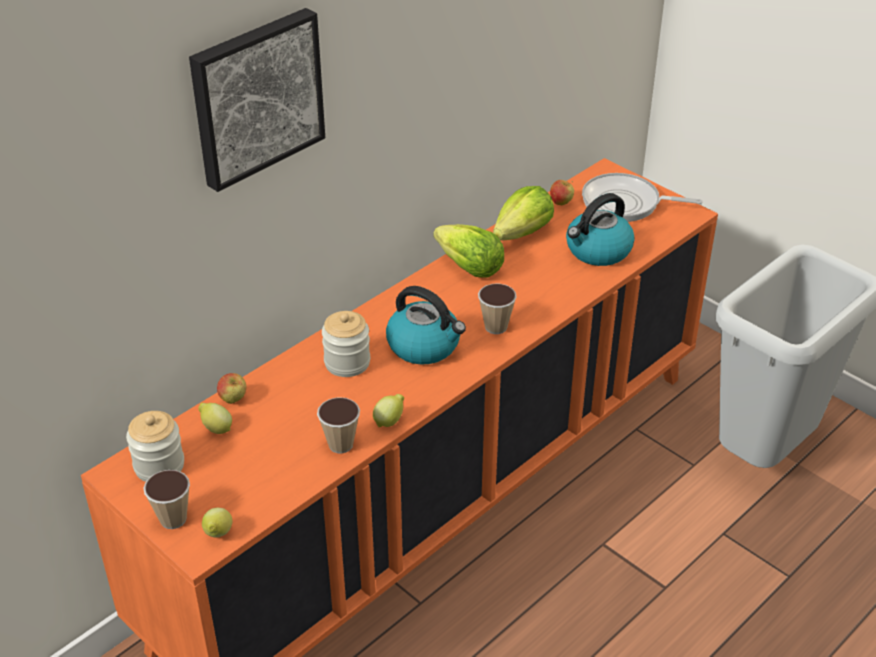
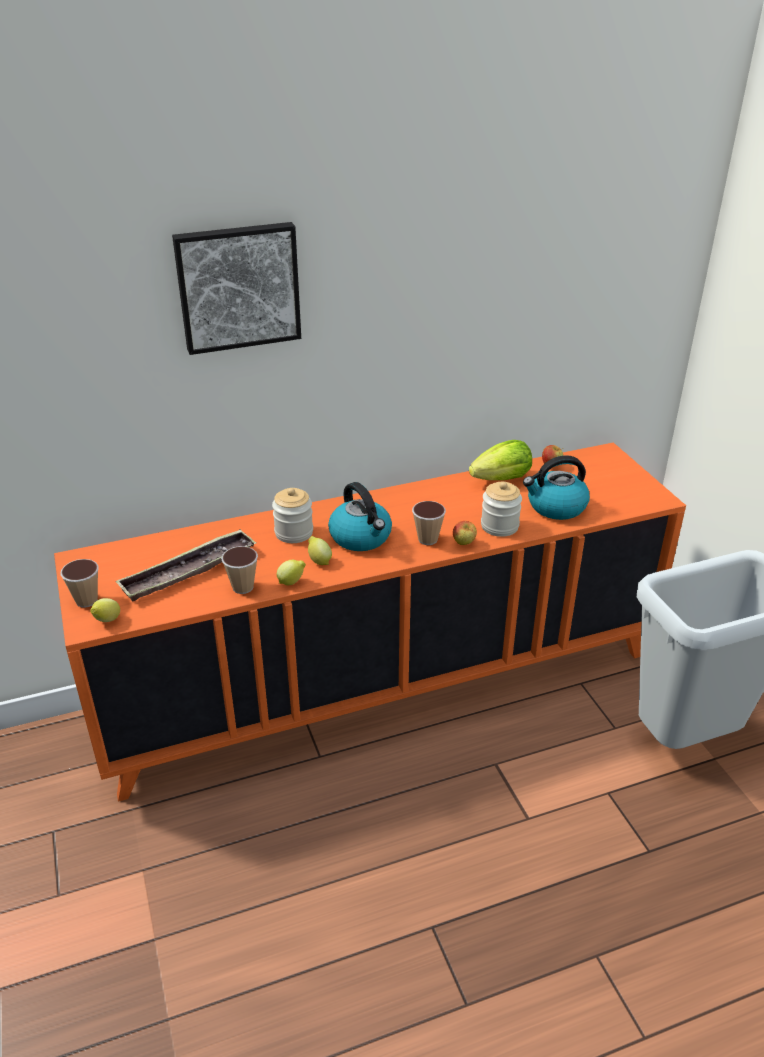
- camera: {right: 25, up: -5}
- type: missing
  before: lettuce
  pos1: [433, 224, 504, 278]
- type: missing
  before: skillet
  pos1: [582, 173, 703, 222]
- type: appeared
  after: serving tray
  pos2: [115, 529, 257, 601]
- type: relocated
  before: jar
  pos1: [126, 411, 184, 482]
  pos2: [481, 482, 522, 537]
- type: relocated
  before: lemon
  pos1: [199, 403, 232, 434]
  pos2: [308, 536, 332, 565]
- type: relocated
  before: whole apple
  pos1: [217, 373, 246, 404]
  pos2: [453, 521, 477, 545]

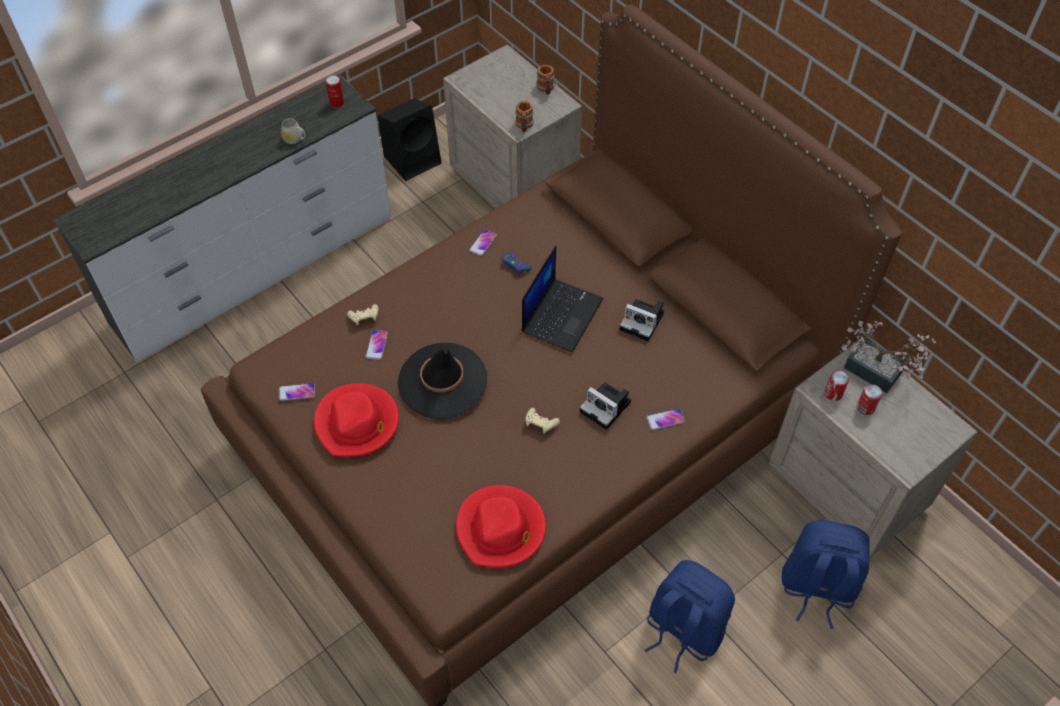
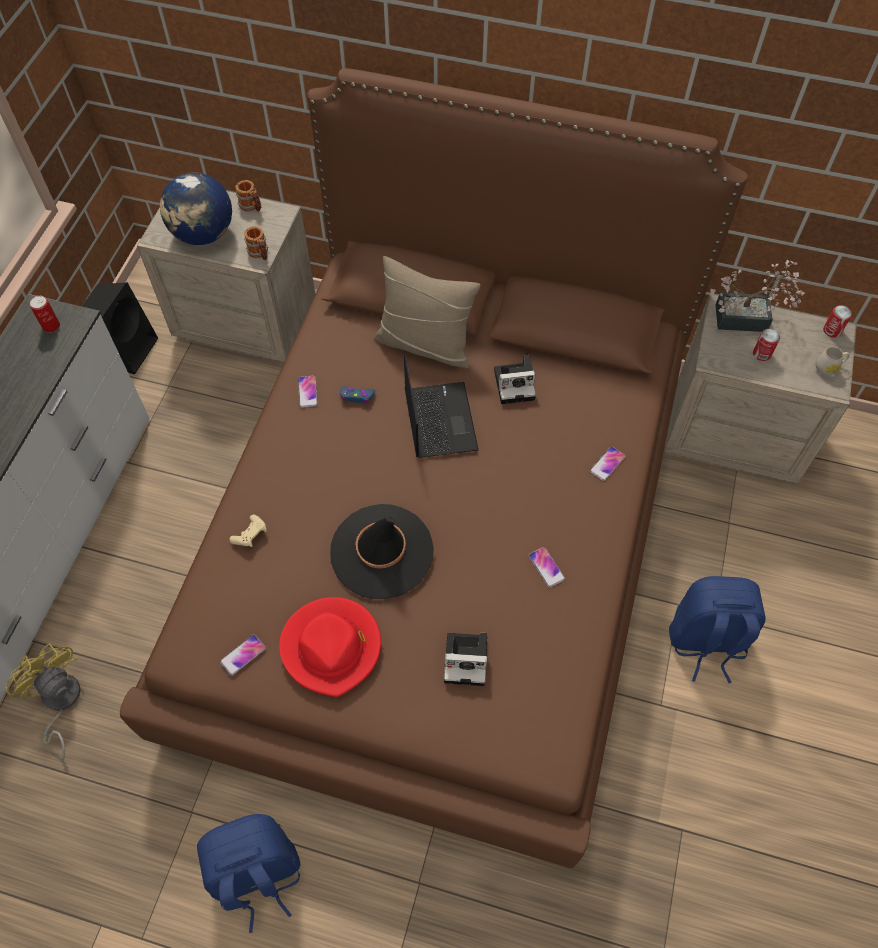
- camera: {right: -35, up: 5}
- type: missing
  before: red clothing hat
  pos1: [456, 485, 546, 568]
- type: missing
  before: beige-coloured gamepad
  pos1: [525, 408, 560, 434]
- type: appeared
  after: yellow-coloured fan
  pos2: [6, 643, 80, 761]
- type: appeared
  after: world globe
  pos2: [160, 173, 232, 245]
- type: appeared
  after: beige-coloured pillow
  pos2: [374, 256, 481, 369]
- type: relocated
  before: whitish coffee mug
  pos1: [281, 118, 306, 144]
  pos2: [815, 347, 849, 376]
- type: relocated
  before: phone
  pos1: [365, 330, 388, 360]
  pos2: [529, 547, 565, 588]
- type: relocated
  before: photo camera
  pos1: [580, 382, 631, 430]
  pos2: [444, 633, 487, 686]
- type: relocated
  before: bluish rucksack
  pos1: [782, 520, 870, 629]
  pos2: [197, 814, 301, 933]
- type: relocated
  before: sealed can
  pos1: [824, 370, 849, 401]
  pos2: [823, 305, 852, 338]

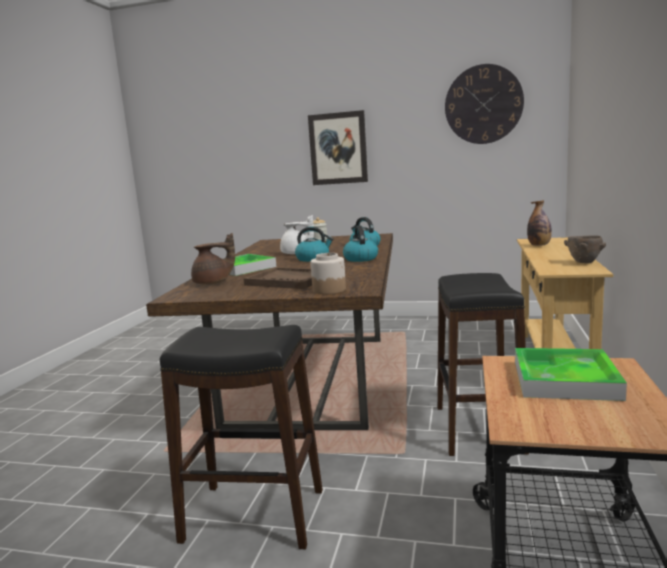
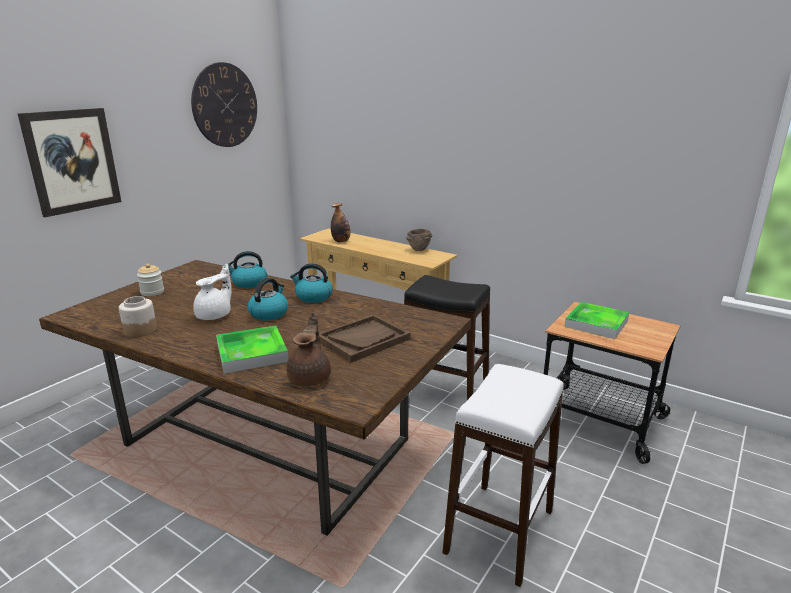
- camera: {right: -70, up: 10}
- type: relocated
  before: jar
  pos1: [310, 253, 346, 294]
  pos2: [119, 296, 157, 337]
- type: colour
  before: blackish stool
  after: whitish stool
  pos1: [160, 325, 323, 549]
  pos2: [442, 364, 564, 587]

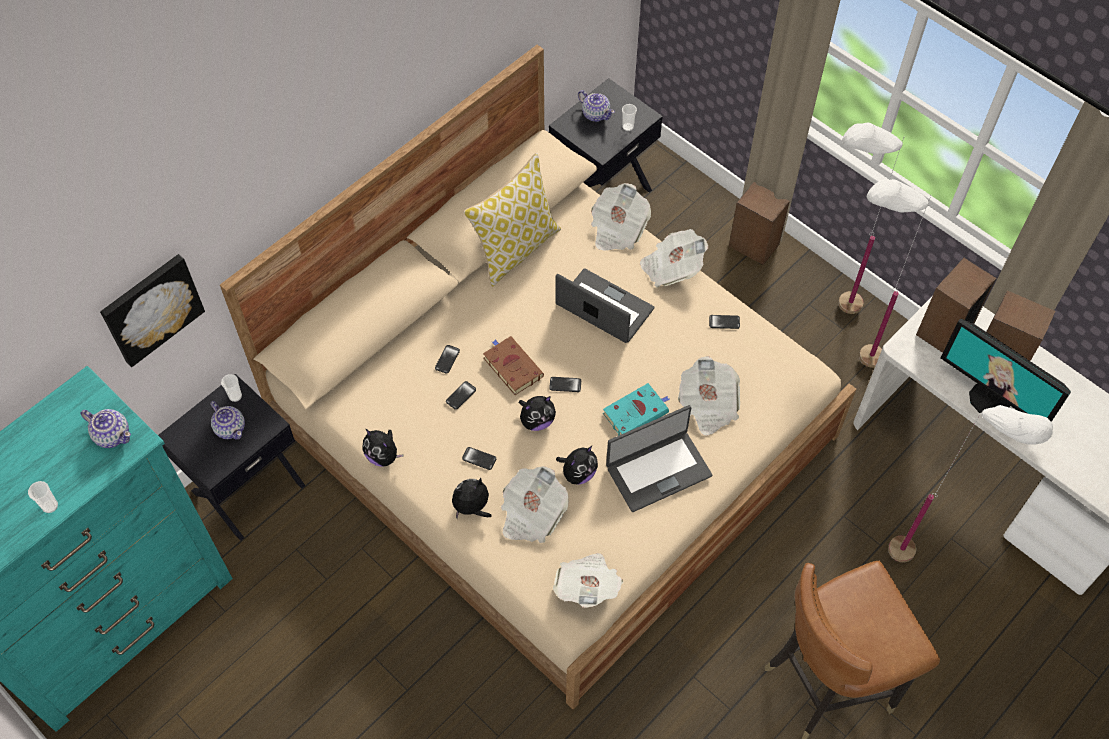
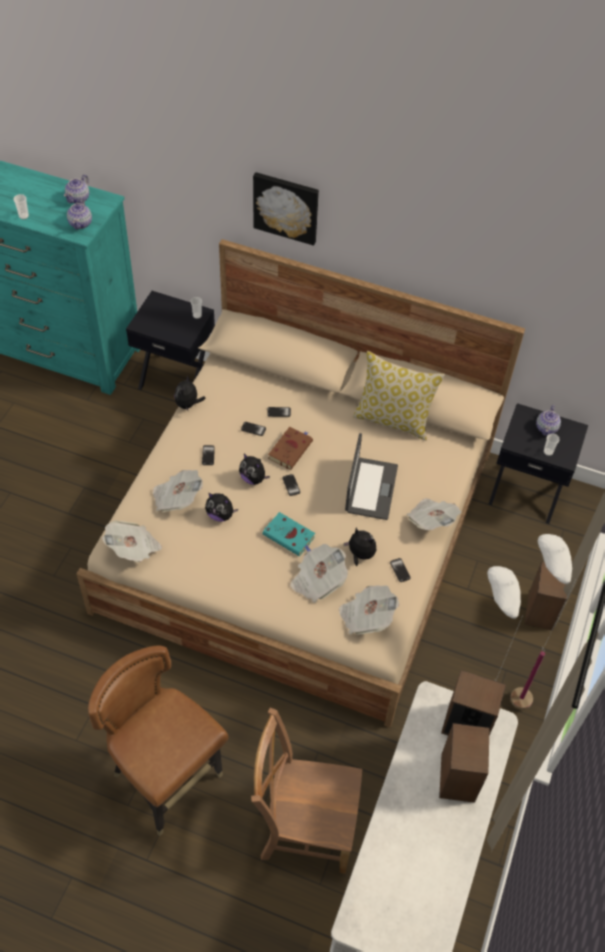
- camera: {right: 65, up: -5}
- type: missing
  before: laptop
  pos1: [606, 405, 712, 512]
- type: missing
  before: monitor
  pos1: [940, 319, 1071, 422]
- type: relocated
  before: wall picture
  pos1: [100, 254, 205, 367]
  pos2: [253, 172, 319, 245]
- type: relocated
  before: teapot
  pos1: [210, 401, 245, 440]
  pos2: [64, 175, 89, 204]
- type: relocated
  before: soft toy
  pos1: [452, 478, 492, 519]
  pos2: [344, 528, 376, 566]
- type: relocated
  before: daily paper
  pos1: [591, 183, 651, 251]
  pos2: [339, 585, 399, 635]
- type: exchanged
  before: whitish standing lamp
  after: brownish upright chair
  pos1: [888, 405, 1053, 562]
  pos2: [251, 707, 362, 874]

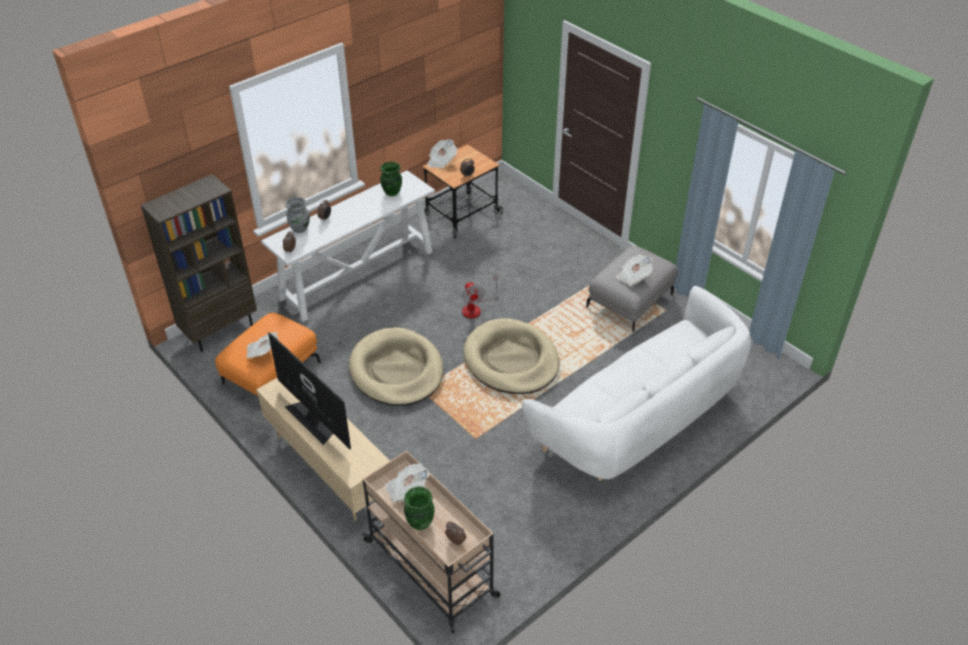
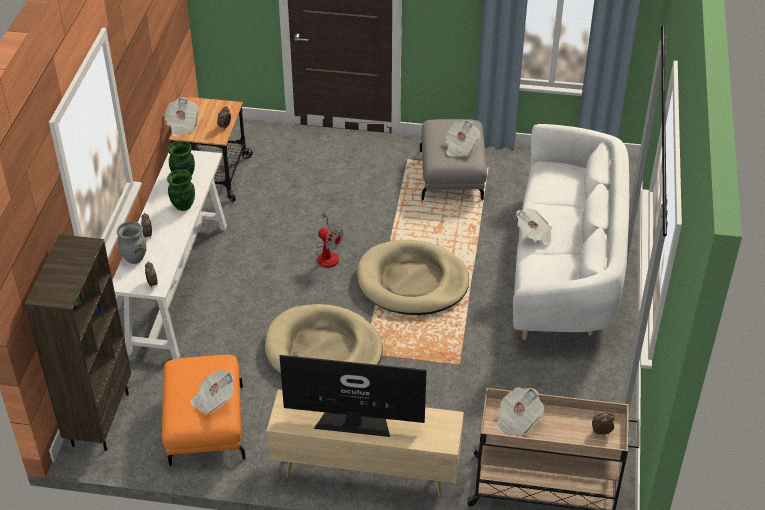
- camera: {right: -40, up: 0}
- type: appeared
  after: daily paper
  pos2: [516, 208, 552, 244]
- type: relocated
  before: greenish decorative vase
  pos1: [404, 486, 435, 530]
  pos2: [167, 169, 195, 211]

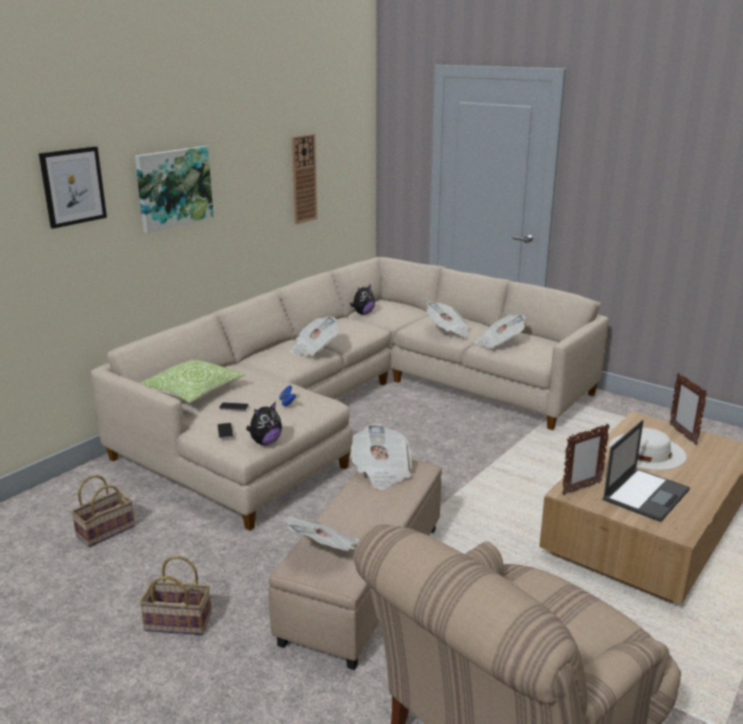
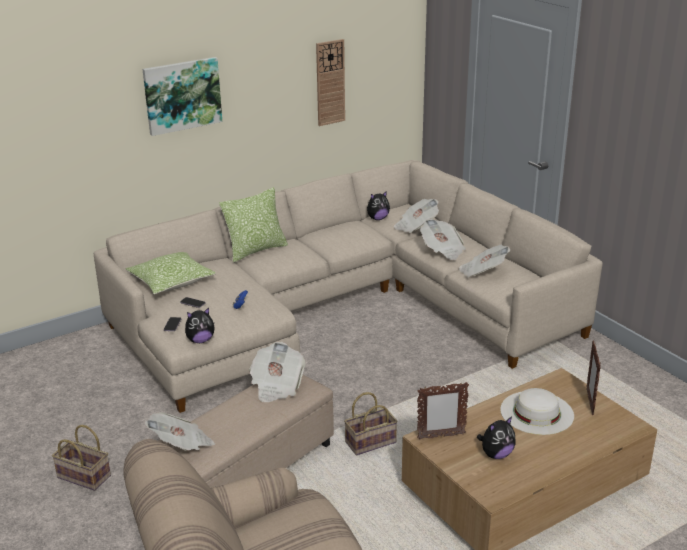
- camera: {right: 20, up: 5}
- type: missing
  before: wall picture
  pos1: [39, 146, 107, 229]
- type: appeared
  after: pillow
  pos2: [219, 187, 288, 262]
- type: relocated
  before: basket
  pos1: [71, 475, 135, 547]
  pos2: [344, 392, 398, 455]
- type: relocated
  before: daily paper
  pos1: [290, 316, 340, 356]
  pos2: [394, 199, 439, 233]
- type: exchanged
  before: laptop
  after: soft toy
  pos1: [603, 420, 690, 522]
  pos2: [477, 417, 516, 459]

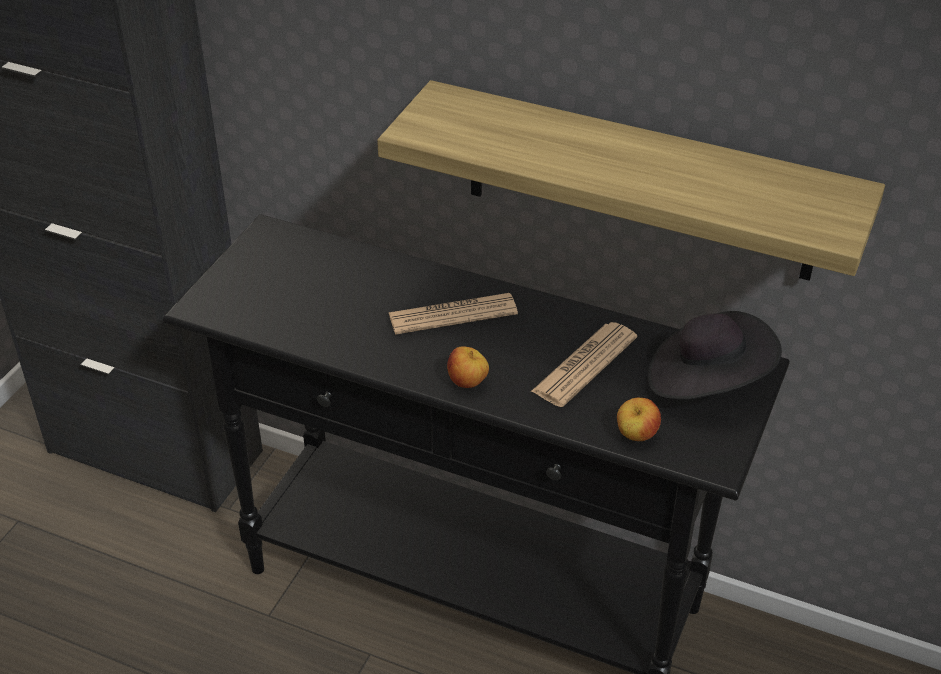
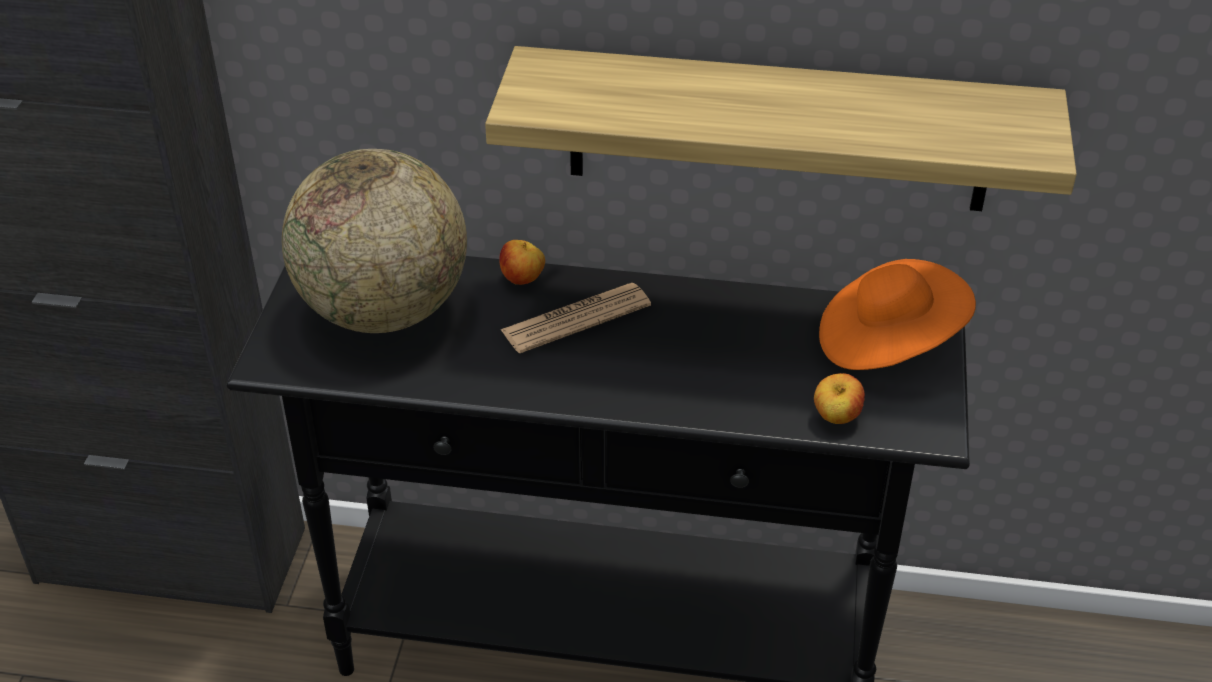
- camera: {right: -15, up: 0}
- type: missing
  before: daily paper
  pos1: [531, 322, 637, 407]
- type: appeared
  after: world globe
  pos2: [282, 149, 467, 333]
- type: relocated
  before: whole apple
  pos1: [447, 346, 489, 388]
  pos2: [499, 240, 545, 285]
- type: colour
  before: blackish clothing hat
  after: orangey clothing hat
  pos1: [648, 311, 782, 400]
  pos2: [819, 259, 976, 370]

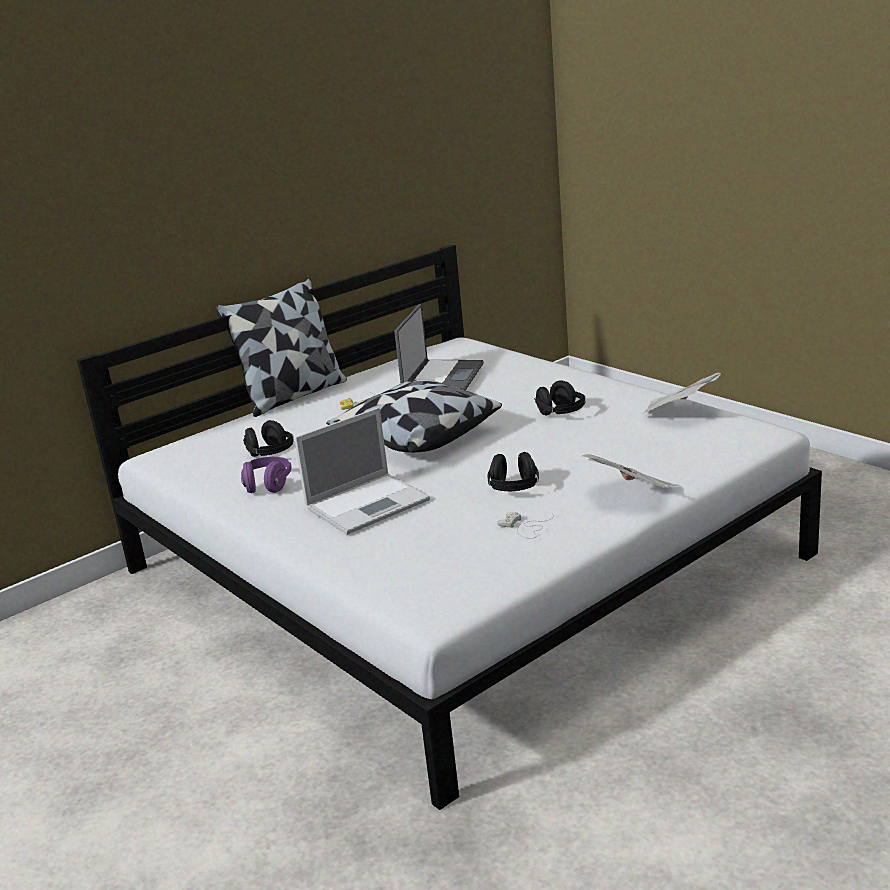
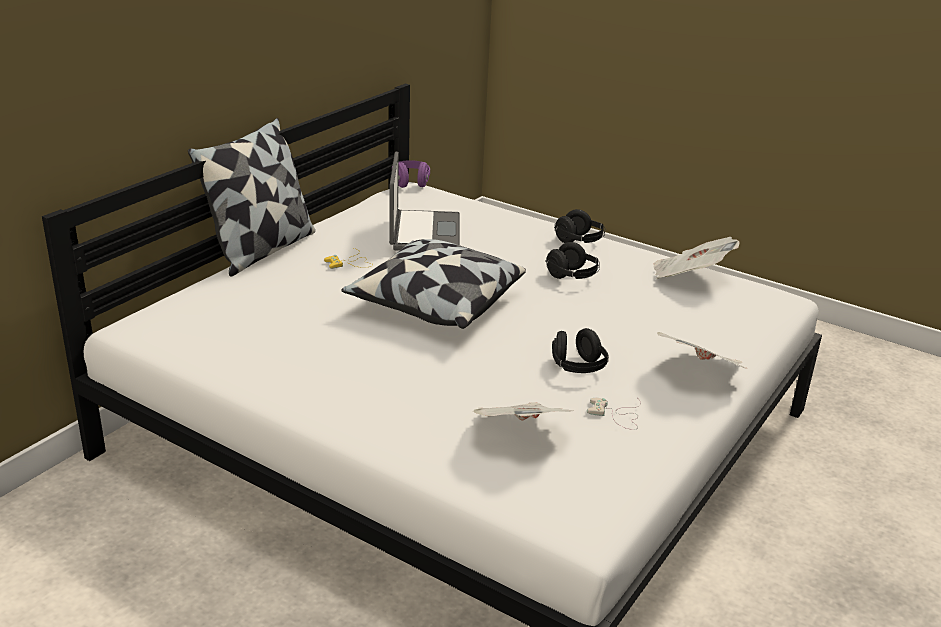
- camera: {right: -20, up: 5}
- type: missing
  before: laptop
  pos1: [294, 407, 430, 535]
- type: appeared
  after: daily paper
  pos2: [473, 402, 573, 421]
- type: relocated
  before: purple-coloured headset
  pos1: [241, 457, 292, 493]
  pos2: [392, 160, 430, 188]
- type: relocated
  before: blackish headset
  pos1: [243, 420, 294, 457]
  pos2: [554, 209, 605, 243]

